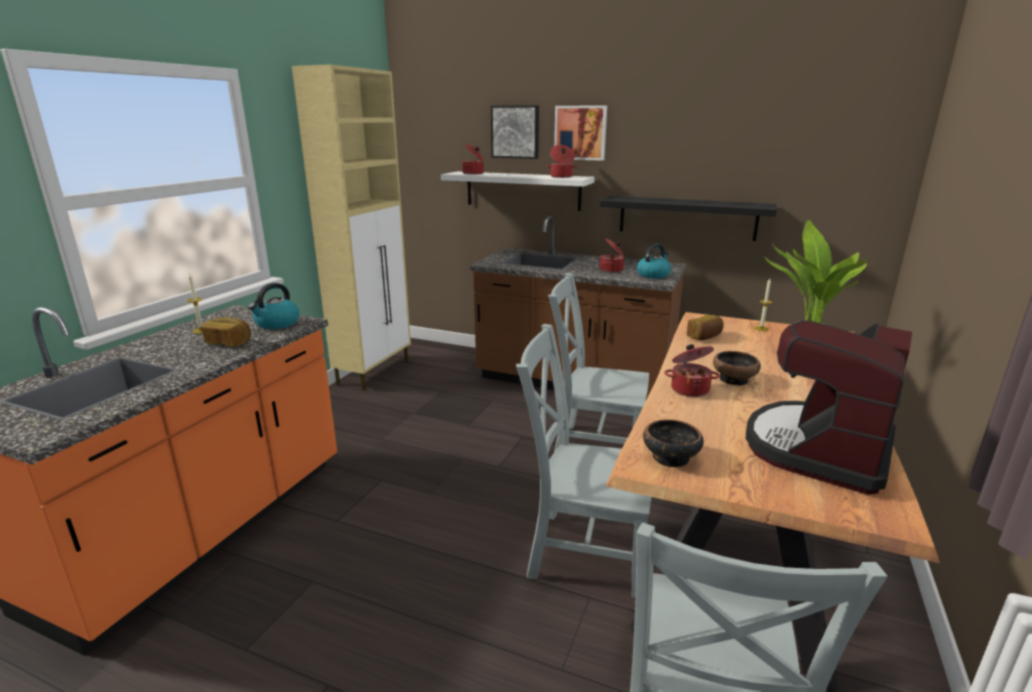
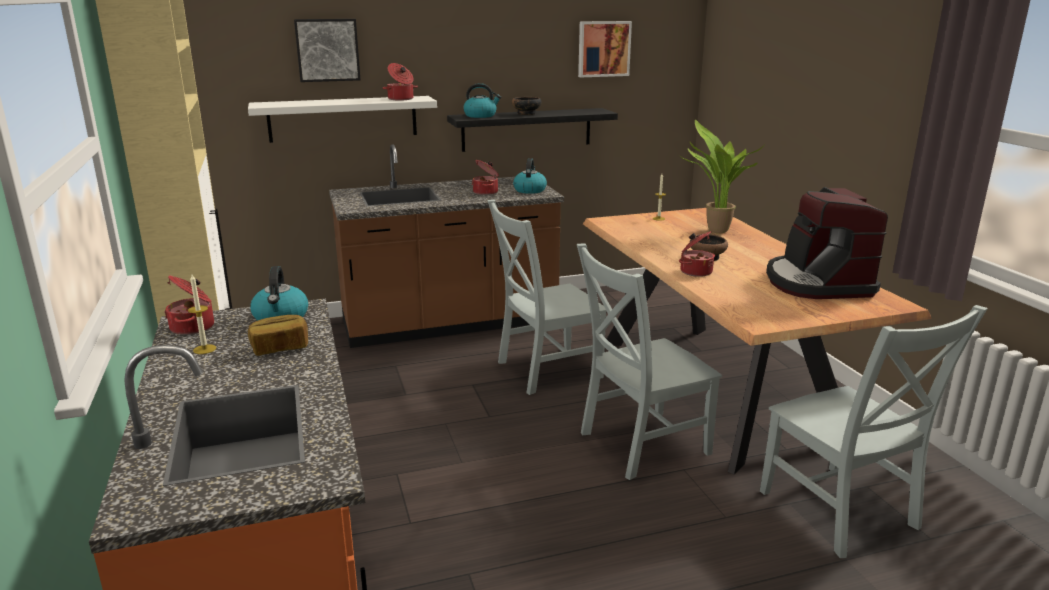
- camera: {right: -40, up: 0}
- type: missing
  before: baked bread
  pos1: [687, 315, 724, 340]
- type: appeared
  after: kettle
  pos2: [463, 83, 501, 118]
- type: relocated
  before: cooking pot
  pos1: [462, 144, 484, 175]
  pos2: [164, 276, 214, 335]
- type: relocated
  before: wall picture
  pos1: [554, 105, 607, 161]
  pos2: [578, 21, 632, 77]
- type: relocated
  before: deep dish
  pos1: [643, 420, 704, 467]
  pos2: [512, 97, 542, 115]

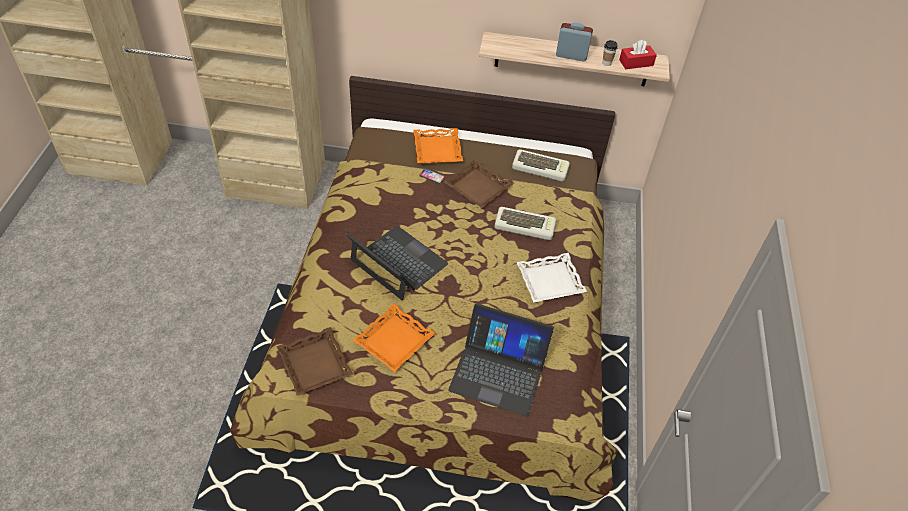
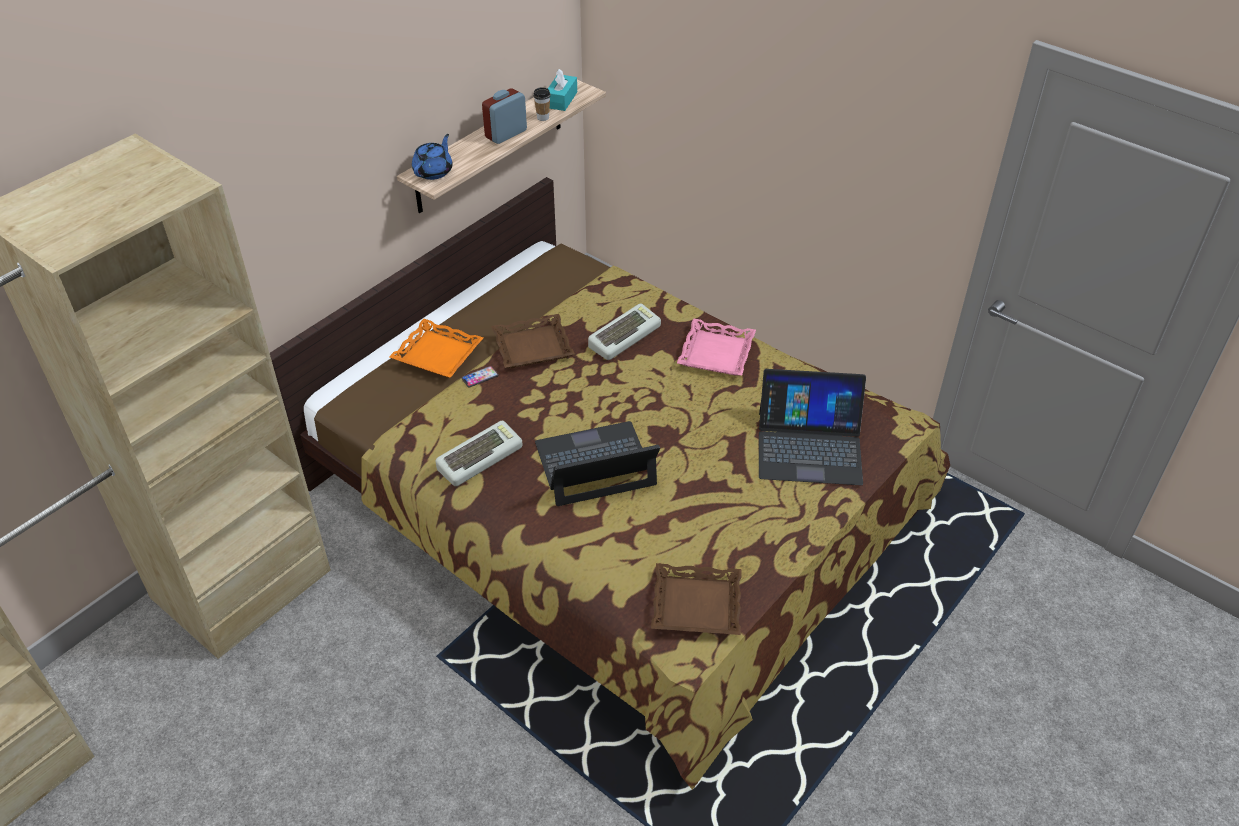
- camera: {right: -55, up: -5}
- type: missing
  before: orangey serving tray
  pos1: [353, 304, 435, 372]
- type: appeared
  after: bluish teapot
  pos2: [412, 134, 453, 180]
- type: relocated
  before: computer keyboard
  pos1: [512, 149, 570, 182]
  pos2: [436, 421, 523, 486]
- type: colour
  before: whitish serving tray
  after: pink-coloured serving tray
  pos1: [517, 253, 587, 303]
  pos2: [677, 318, 756, 376]
- type: colour
  before: red tissue holder
  after: turquoise-coloured tissue holder
  pos1: [619, 40, 657, 69]
  pos2: [548, 69, 577, 111]
- type: spun
  before: laptop
  pos1: [448, 303, 554, 416]
  pos2: [759, 369, 866, 485]
  turn: 45

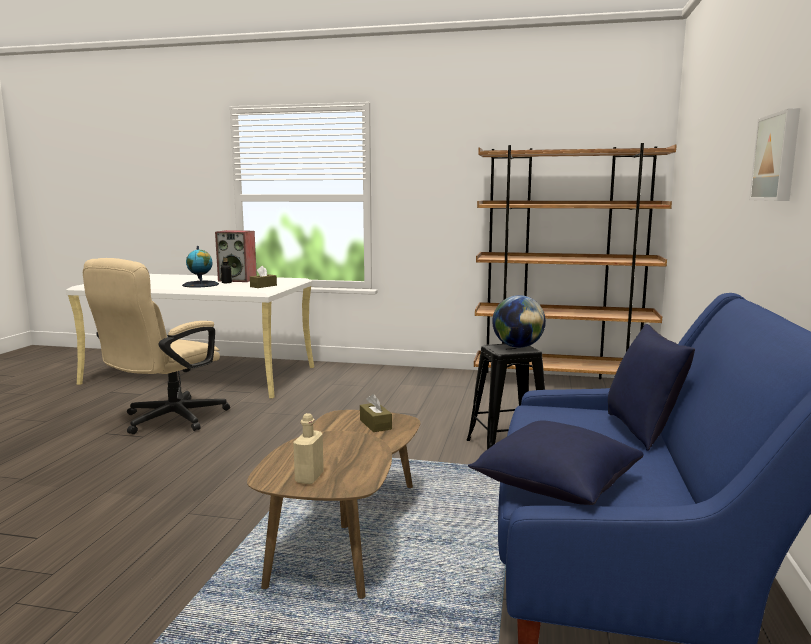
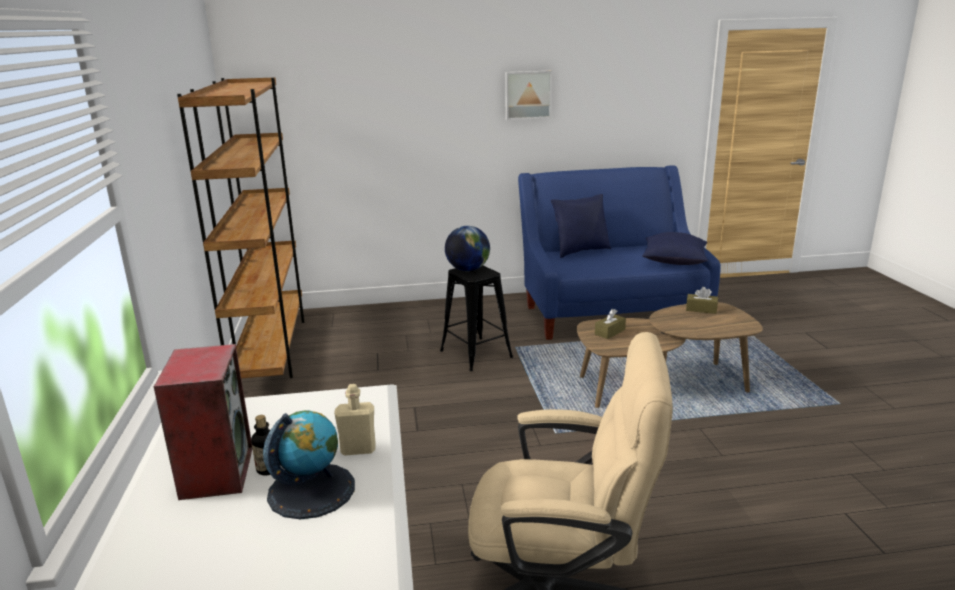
- camera: {right: -110, up: 10}
- type: relocated
  before: brownish tissue holder
  pos1: [250, 266, 277, 288]
  pos2: [686, 287, 718, 314]
- type: relocated
  before: beige-coloured beverage bottle
  pos1: [293, 413, 324, 484]
  pos2: [334, 384, 376, 456]

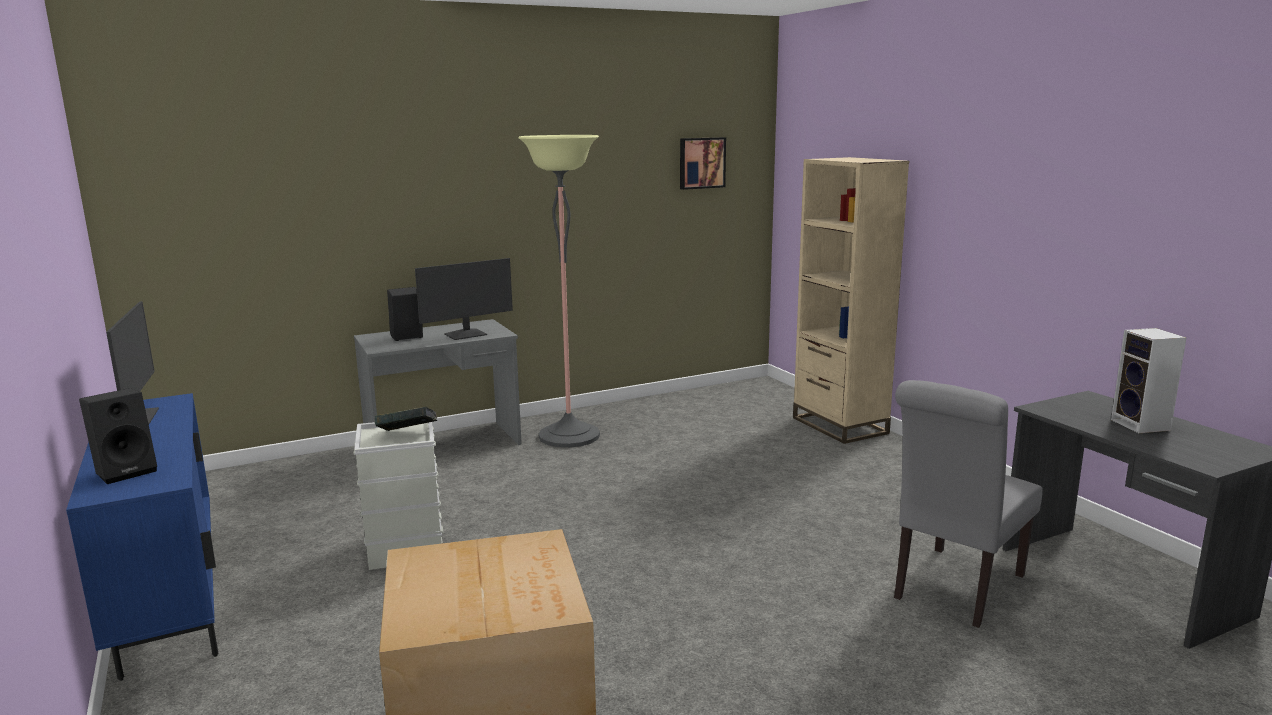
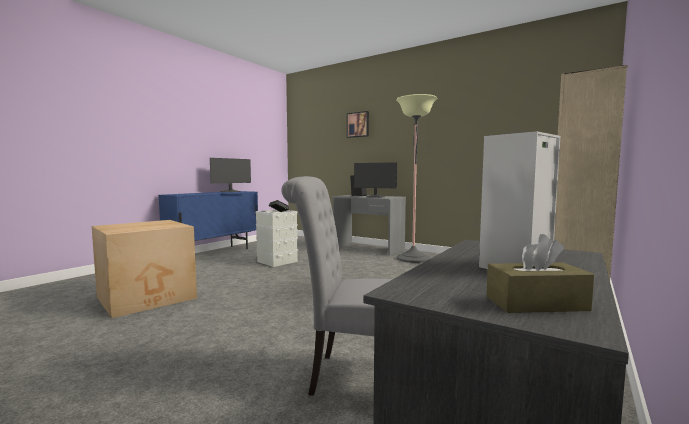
- camera: {right: 60, up: -10}
- type: missing
  before: blackish audio speaker
  pos1: [79, 388, 157, 484]
- type: appeared
  after: brownish tissue holder
  pos2: [486, 234, 594, 313]
- type: relocated
  before: wall picture
  pos1: [680, 137, 726, 190]
  pos2: [347, 111, 369, 138]

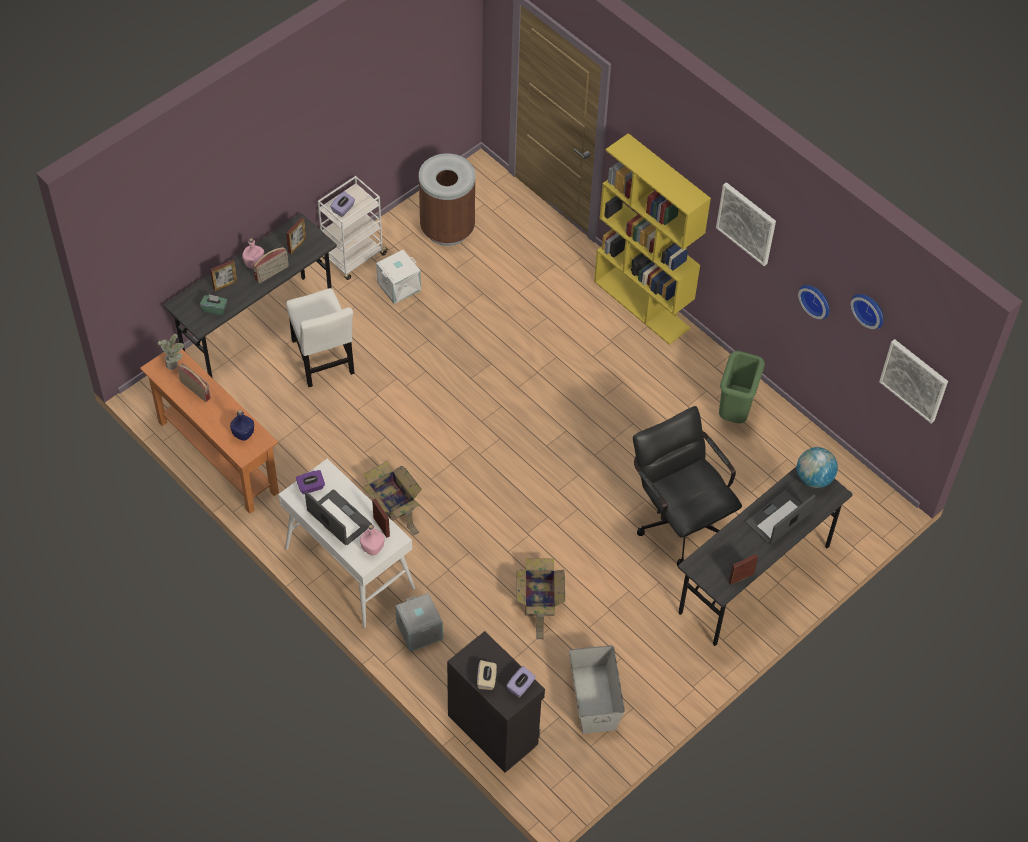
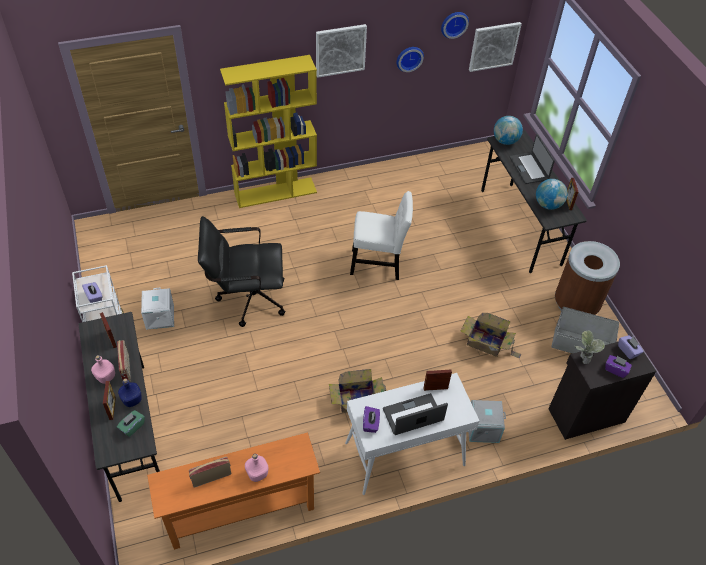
- camera: {right: -65, up: -5}
- type: missing
  before: greenish waste bin
  pos1: [719, 350, 765, 424]
- type: appeared
  after: world globe
  pos2: [536, 179, 568, 210]
- type: relocated
  before: plant in a pot
  pos1: [158, 334, 185, 370]
  pos2: [574, 330, 605, 364]
- type: relocated
  before: bluish beverage bottle
  pos1: [230, 410, 254, 441]
  pos2: [118, 378, 142, 407]
- type: relocated
  before: whitish upright chair
  pos1: [286, 288, 355, 387]
  pos2: [350, 191, 413, 280]
- type: relocated
  before: pink-coloured beverage bottle
  pos1: [360, 525, 385, 555]
  pos2: [245, 454, 269, 482]
- type: relocated
  before: brownish waste bin
  pos1: [419, 154, 475, 246]
  pos2: [555, 241, 620, 315]
- type: relocated
  before: blackish office chair
  pos1: [633, 406, 742, 566]
  pos2: [198, 216, 285, 327]
- type: colour
  before: beige-coloured tissue holder
  after: purple-coloured tissue holder
  pos1: [477, 660, 497, 690]
  pos2: [605, 355, 632, 378]

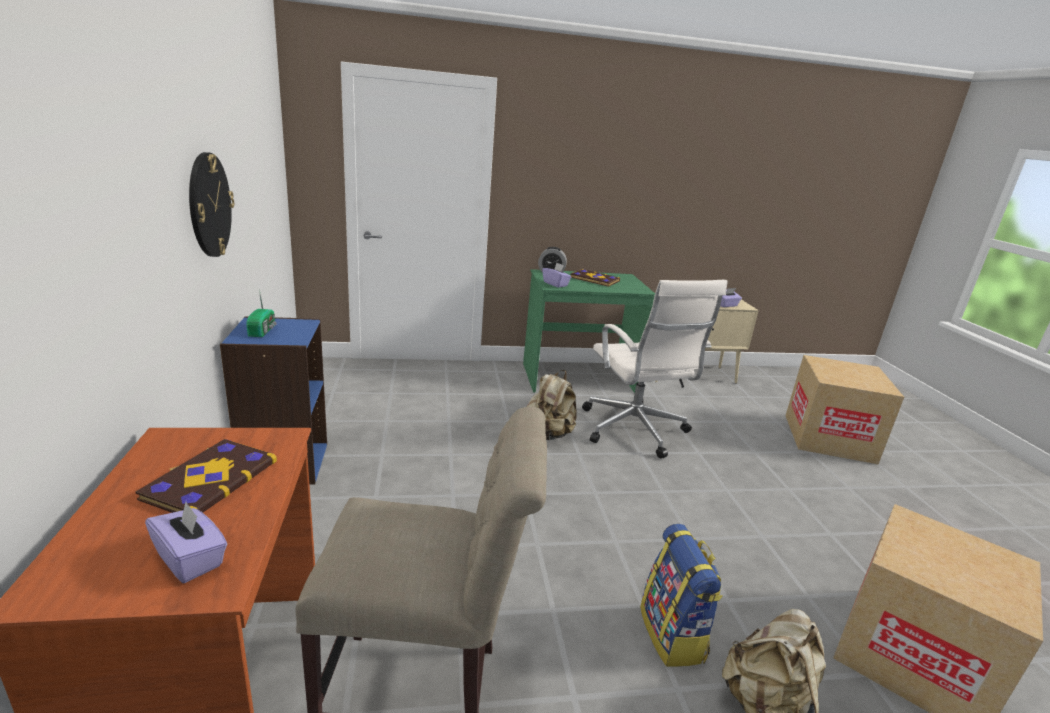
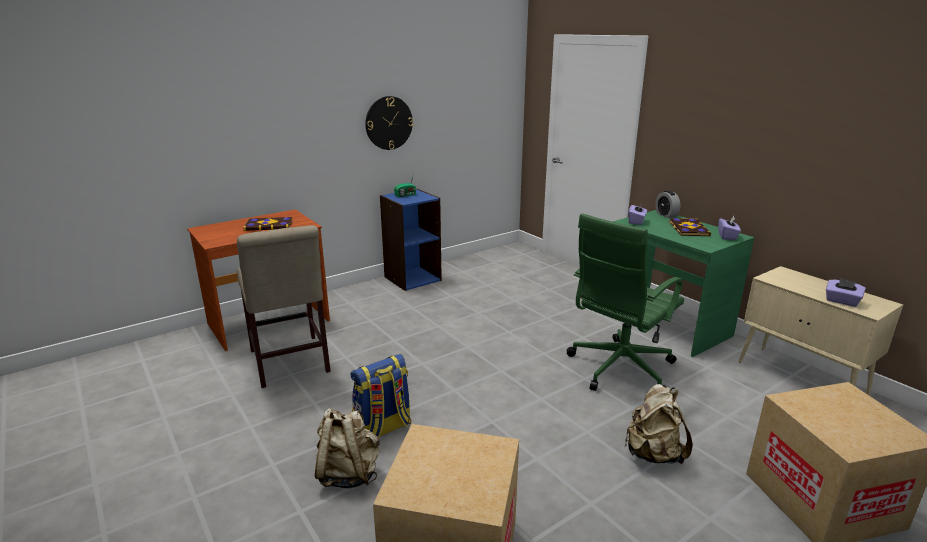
- camera: {right: 65, up: 0}
- type: relocated
  before: purple-coloured tissue holder
  pos1: [145, 502, 227, 583]
  pos2: [718, 216, 741, 240]
- type: relocated
  before: beige-coloured rucksack
  pos1: [526, 370, 577, 440]
  pos2: [625, 384, 693, 464]
- type: colour
  before: whitish office chair
  after: greenish office chair
  pos1: [582, 280, 728, 458]
  pos2: [567, 213, 684, 391]

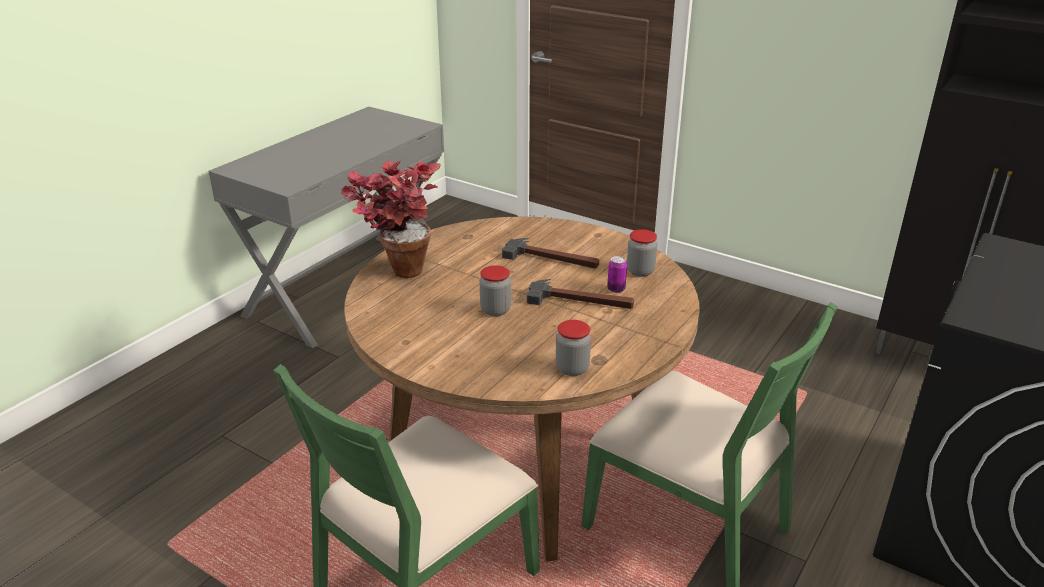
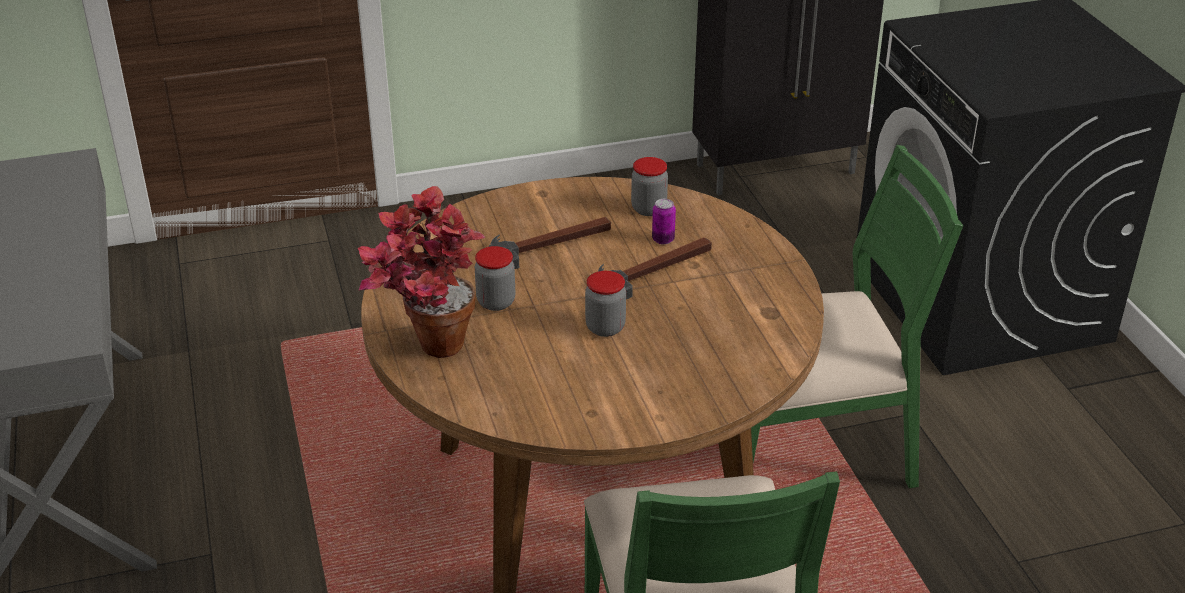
- camera: {right: -50, up: 5}
- type: relocated
  before: jar
  pos1: [556, 320, 591, 376]
  pos2: [475, 246, 515, 311]

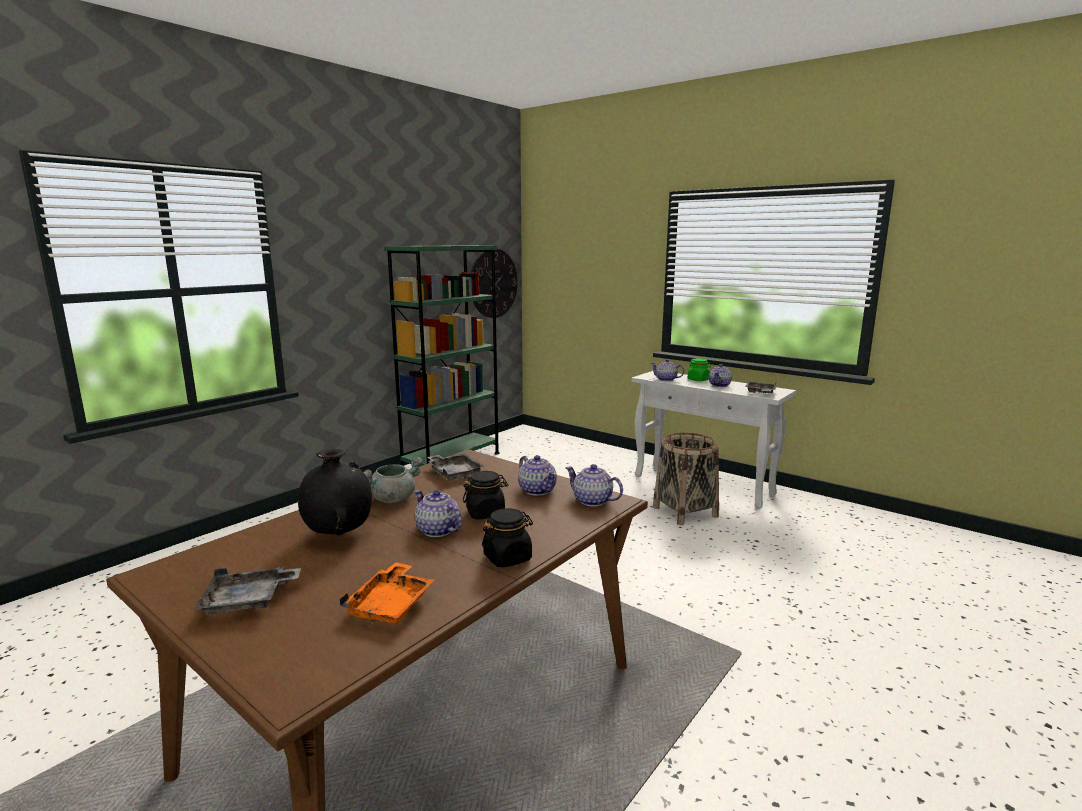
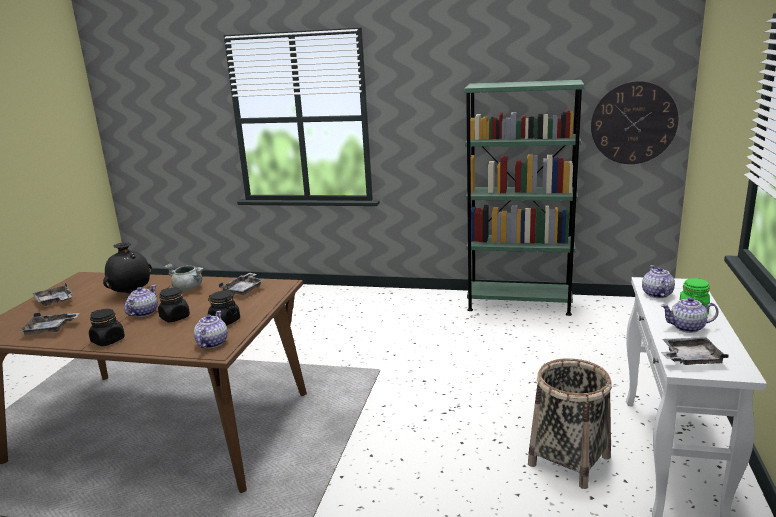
- camera: {right: 65, up: 5}
- type: exchanged
  before: teapot
  after: blackish jar
  pos1: [518, 455, 557, 496]
  pos2: [208, 291, 240, 326]
- type: colour
  before: orangey serving tray
  after: greyish serving tray
  pos1: [339, 562, 434, 623]
  pos2: [20, 312, 80, 335]

